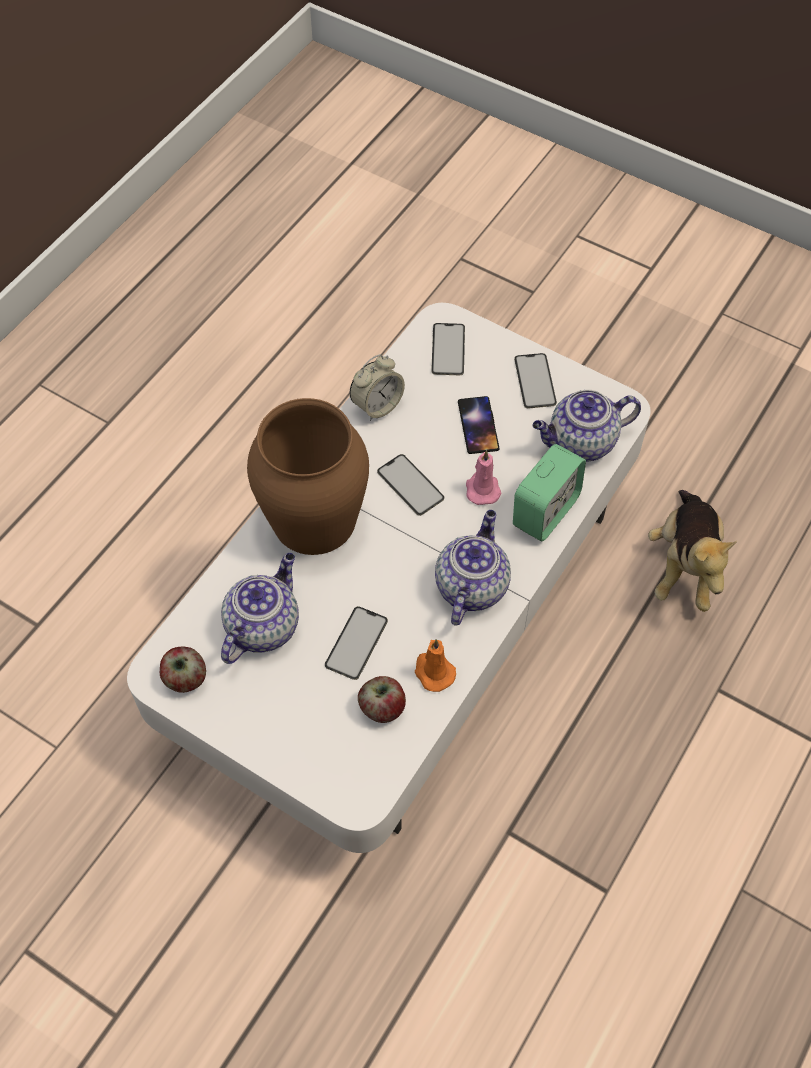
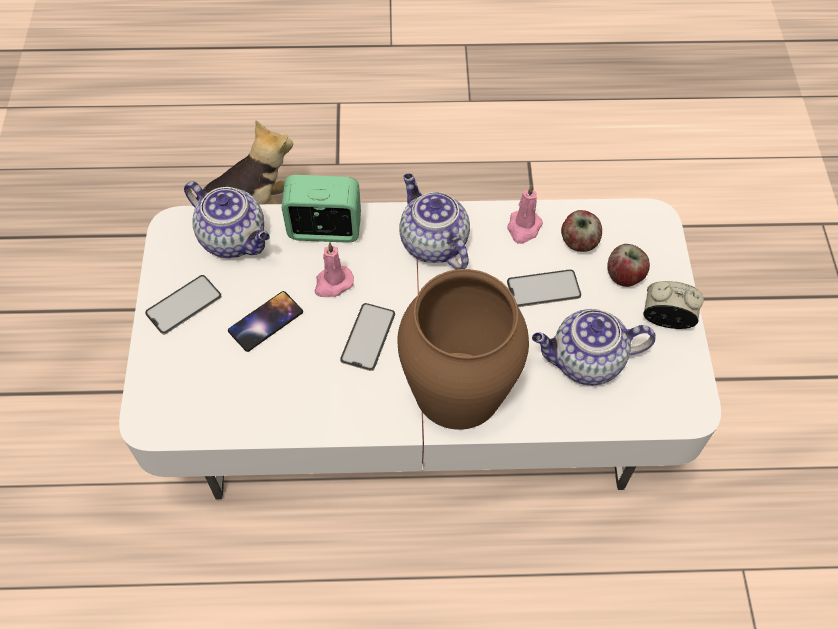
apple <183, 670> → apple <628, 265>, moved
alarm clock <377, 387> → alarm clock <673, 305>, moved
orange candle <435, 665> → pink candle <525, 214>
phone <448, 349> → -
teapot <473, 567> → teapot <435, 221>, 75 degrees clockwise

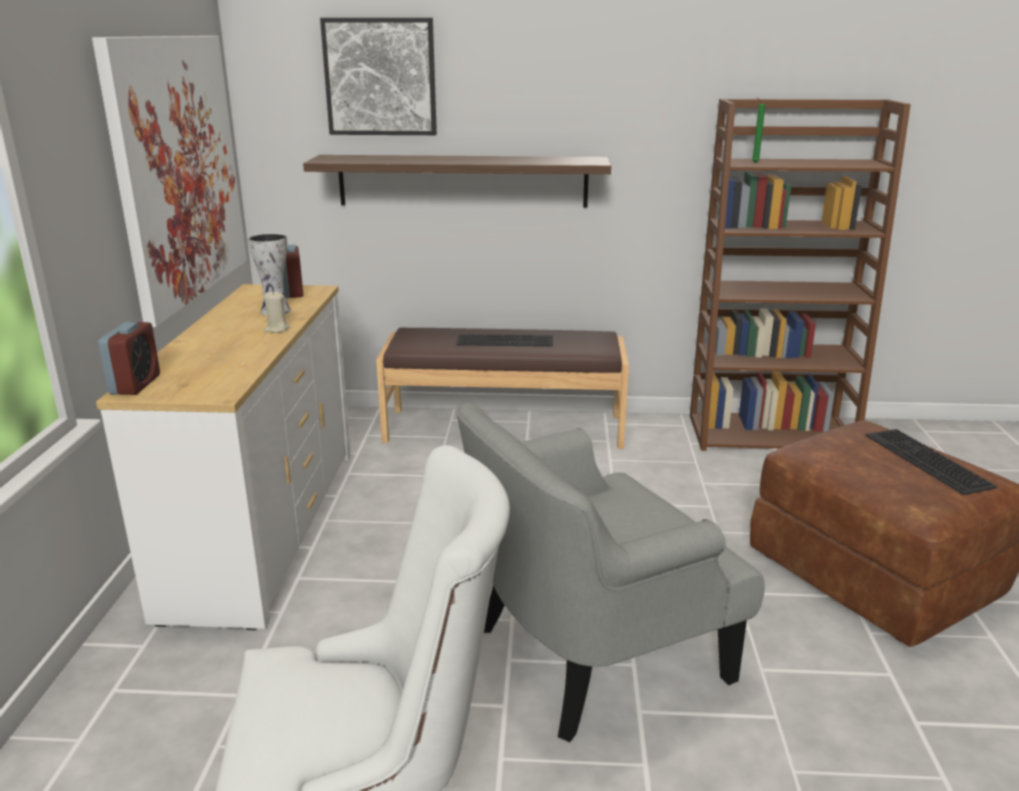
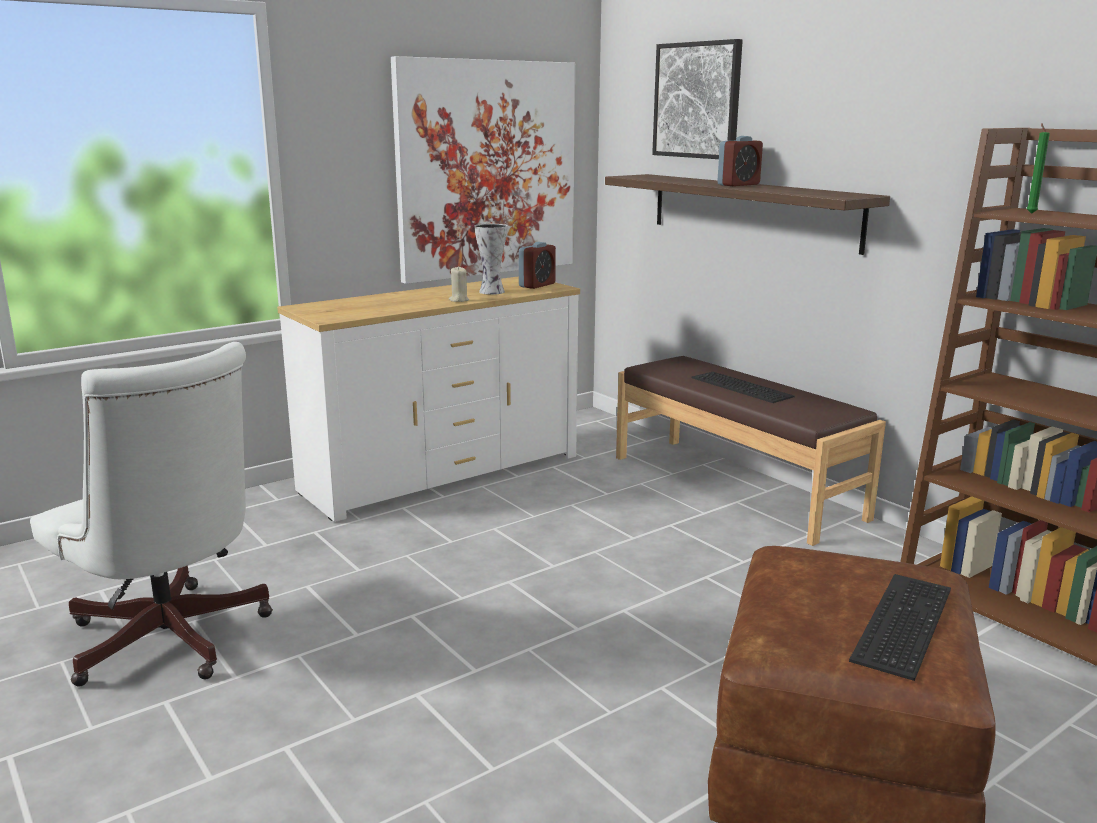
alarm clock <129, 358> → alarm clock <740, 161>, moved
grey armchair <610, 572> → -

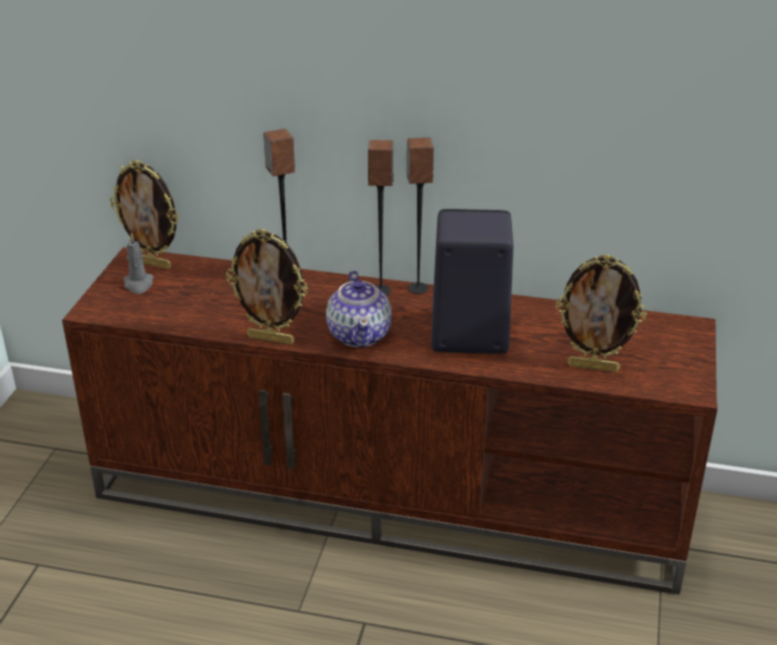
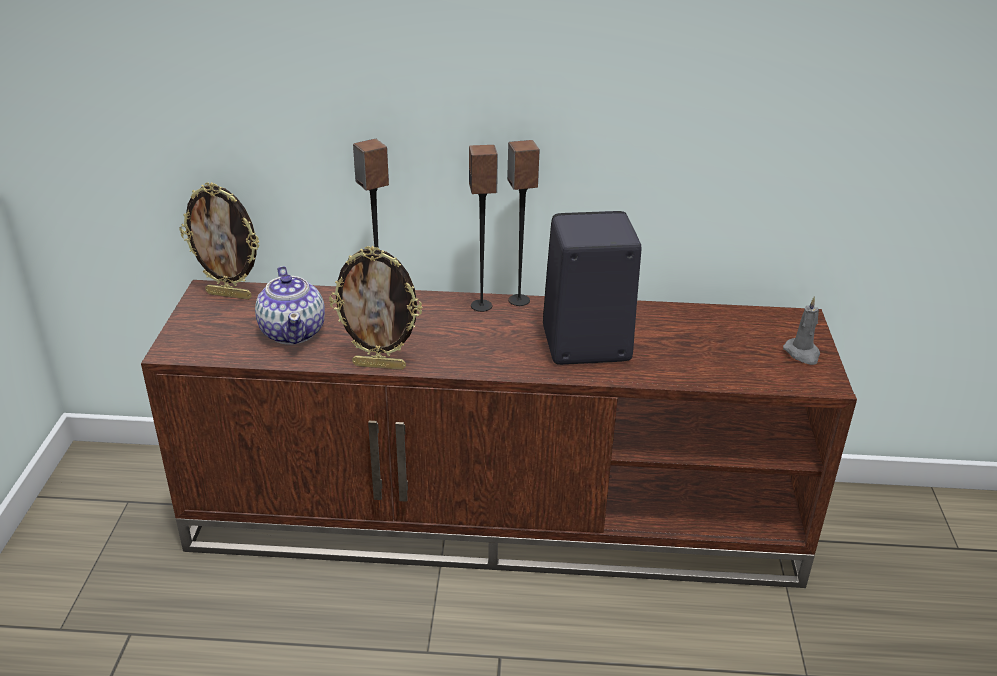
grey candle <138, 263> → grey candle <801, 330>, moved
teapot <359, 309> → teapot <290, 305>, moved
picture frame <601, 313> → -

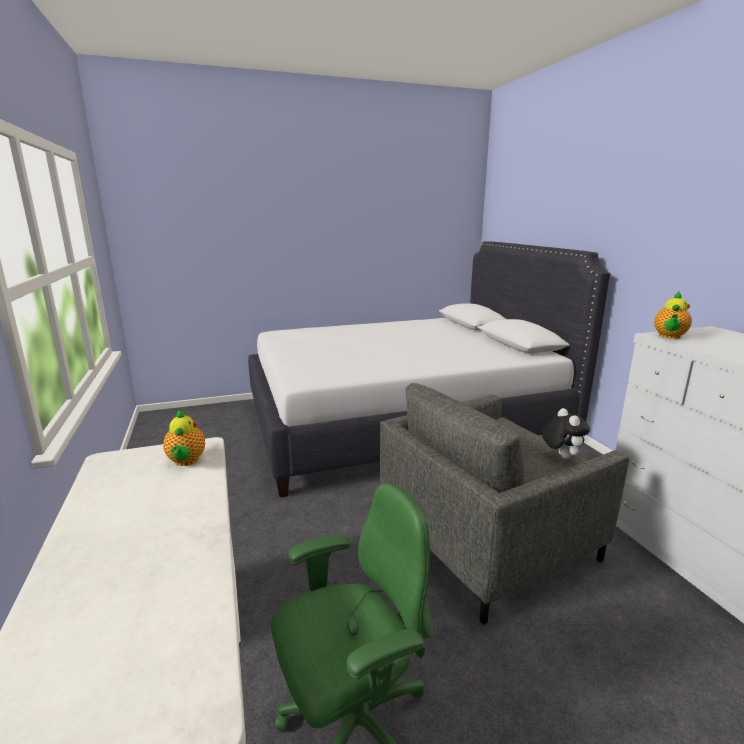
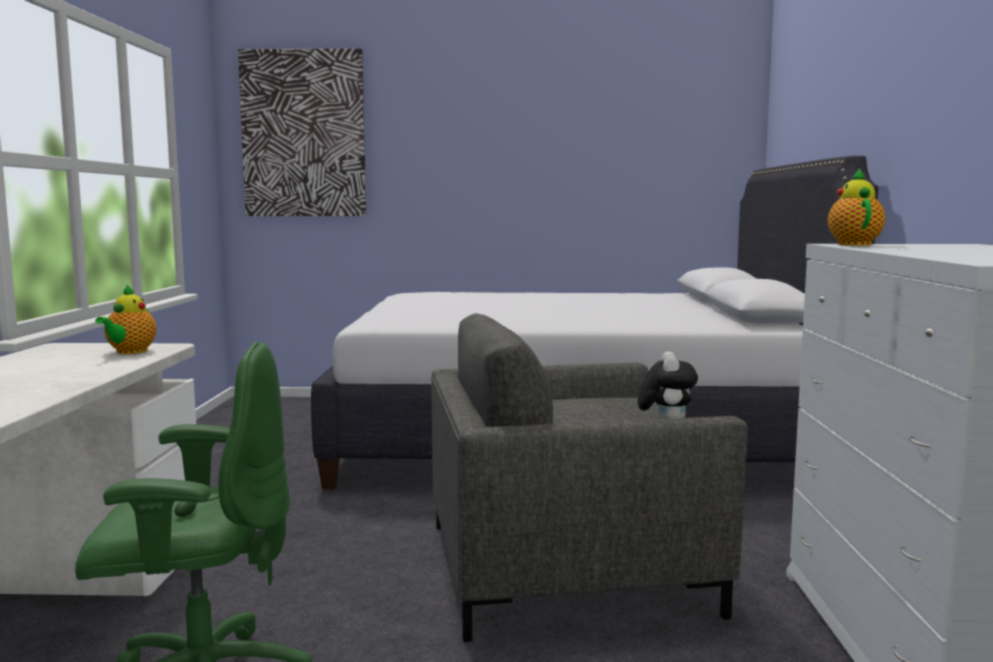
teapot <673, 315> → teapot <856, 207>, 135 degrees clockwise
- → picture <302, 132>

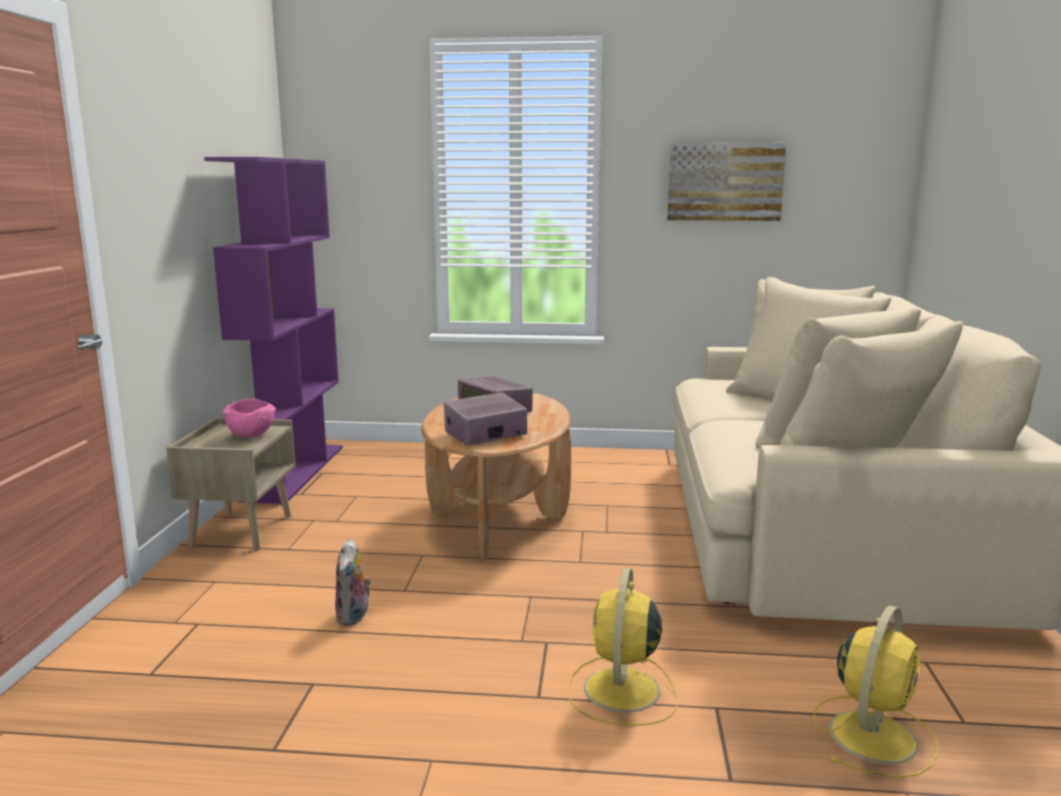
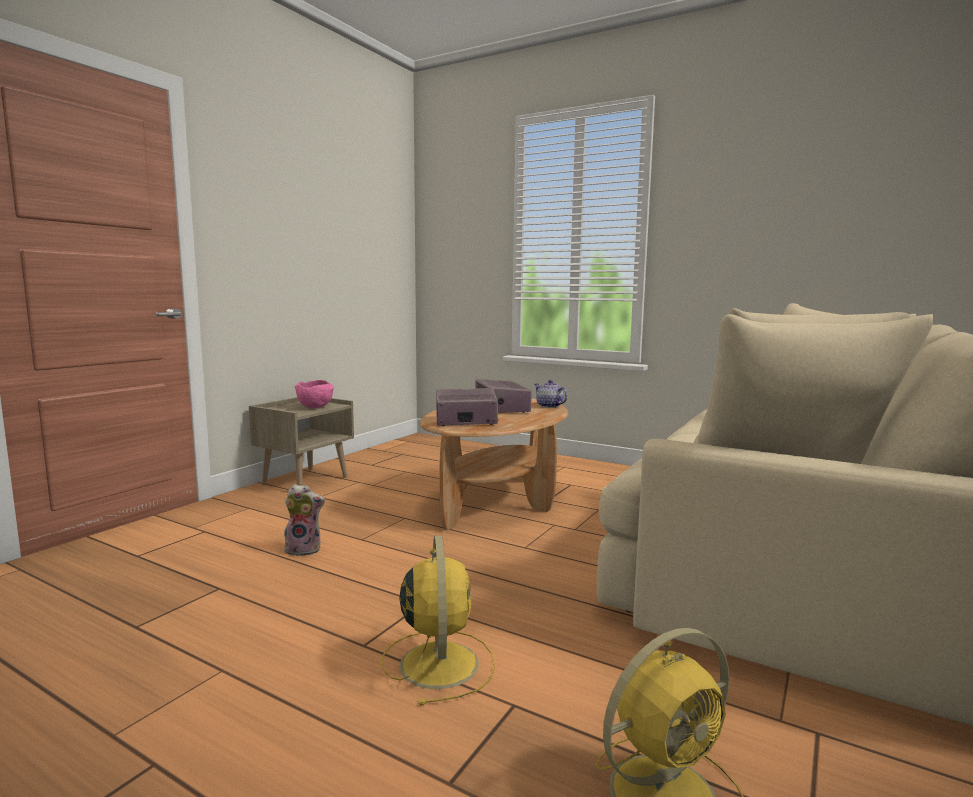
purple bookcase <273, 330> → -
plush toy <353, 582> → plush toy <304, 520>, 120 degrees counterclockwise
yellow fan <623, 647> → yellow fan <438, 621>, 135 degrees clockwise
picture <726, 181> → -
- → teapot <551, 394>

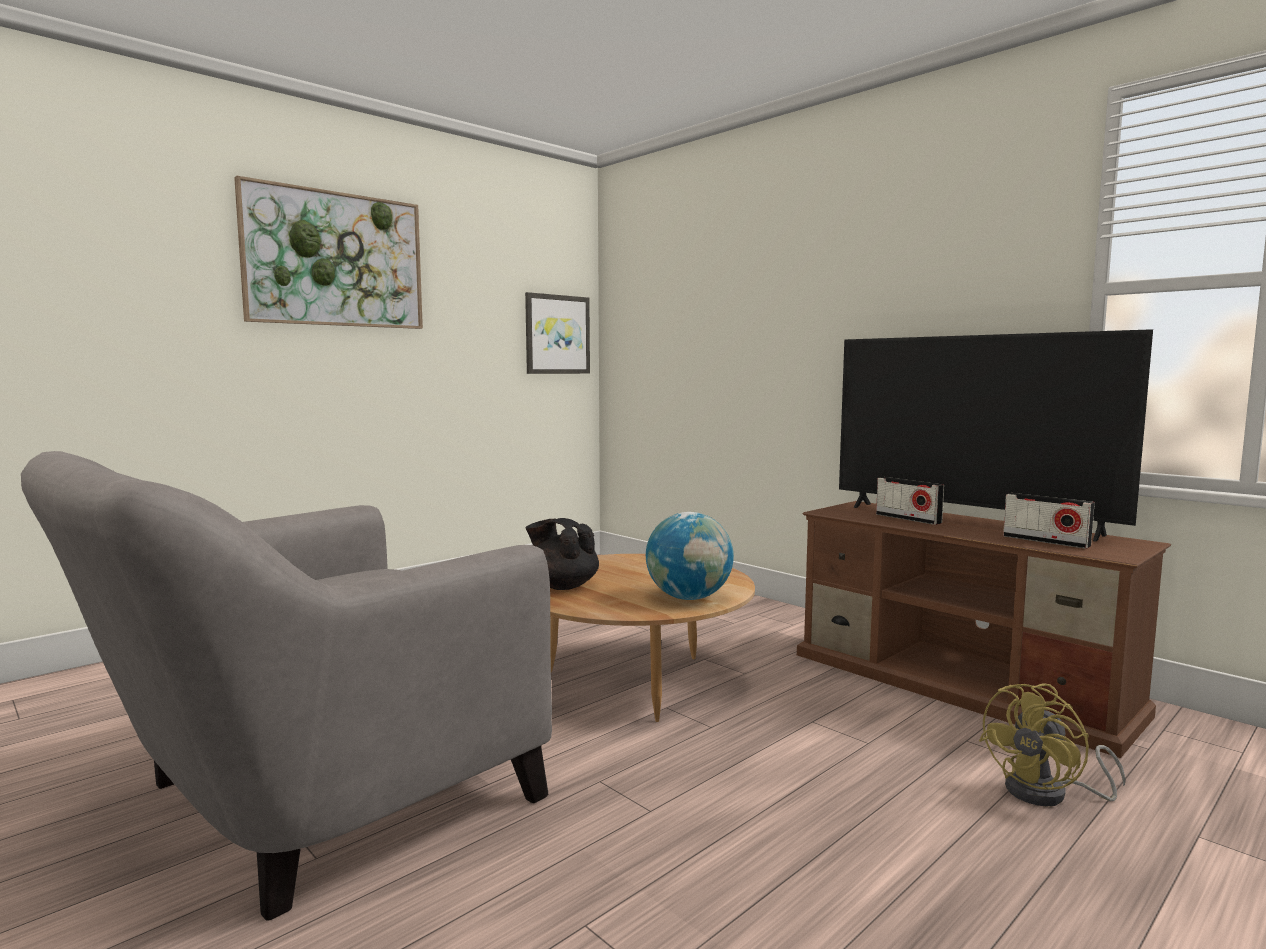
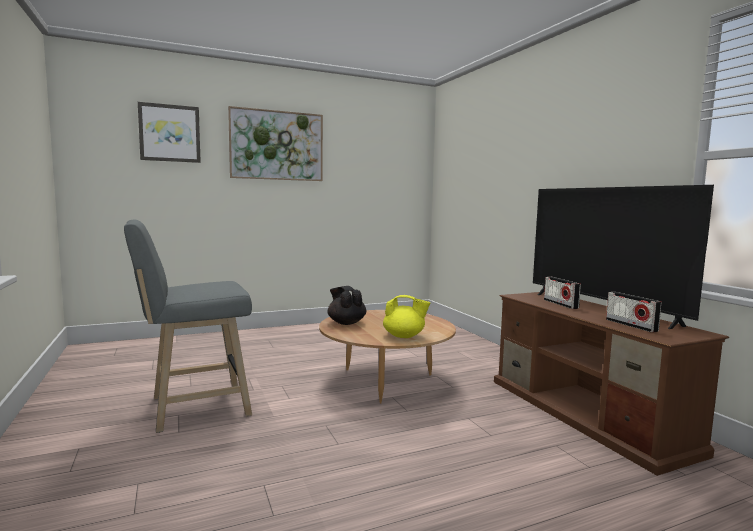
grey armchair <286, 686> → grey stool <188, 326>
picture <557, 333> → picture <169, 132>, moved
globe <690, 556> → yellow teapot <406, 316>
yellow fan <1052, 745> → -

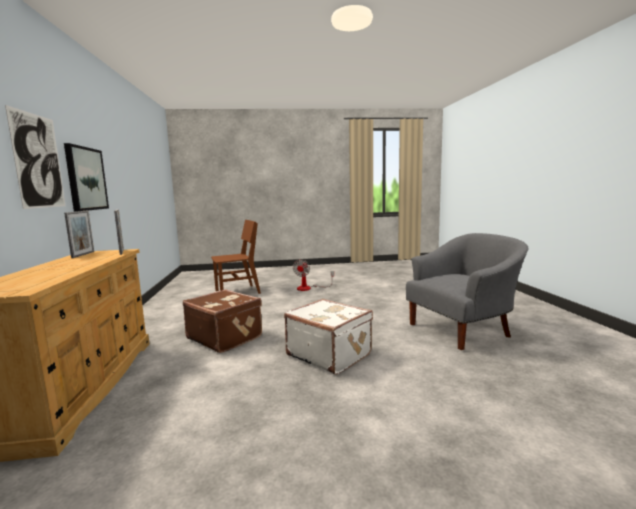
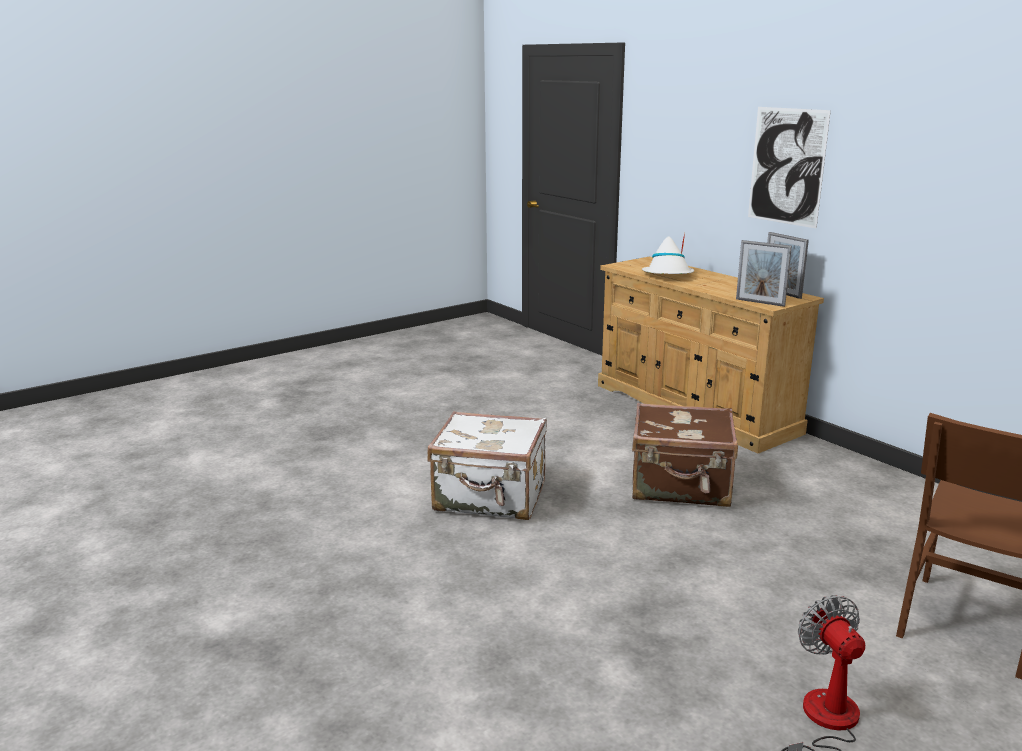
picture <86, 177> → -
grey armchair <467, 291> → -
- → white hat <668, 253>

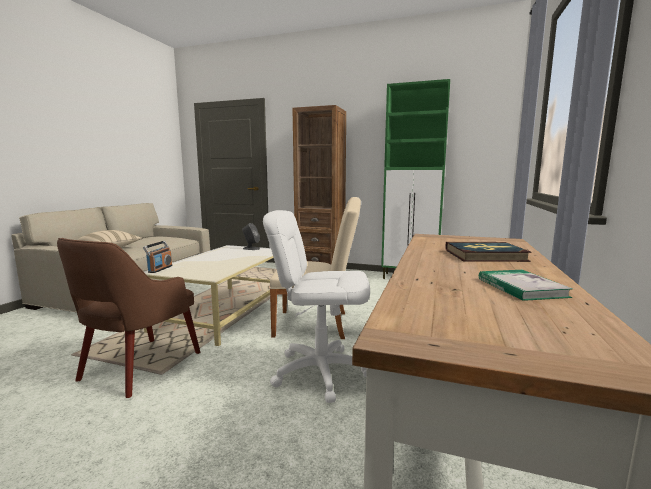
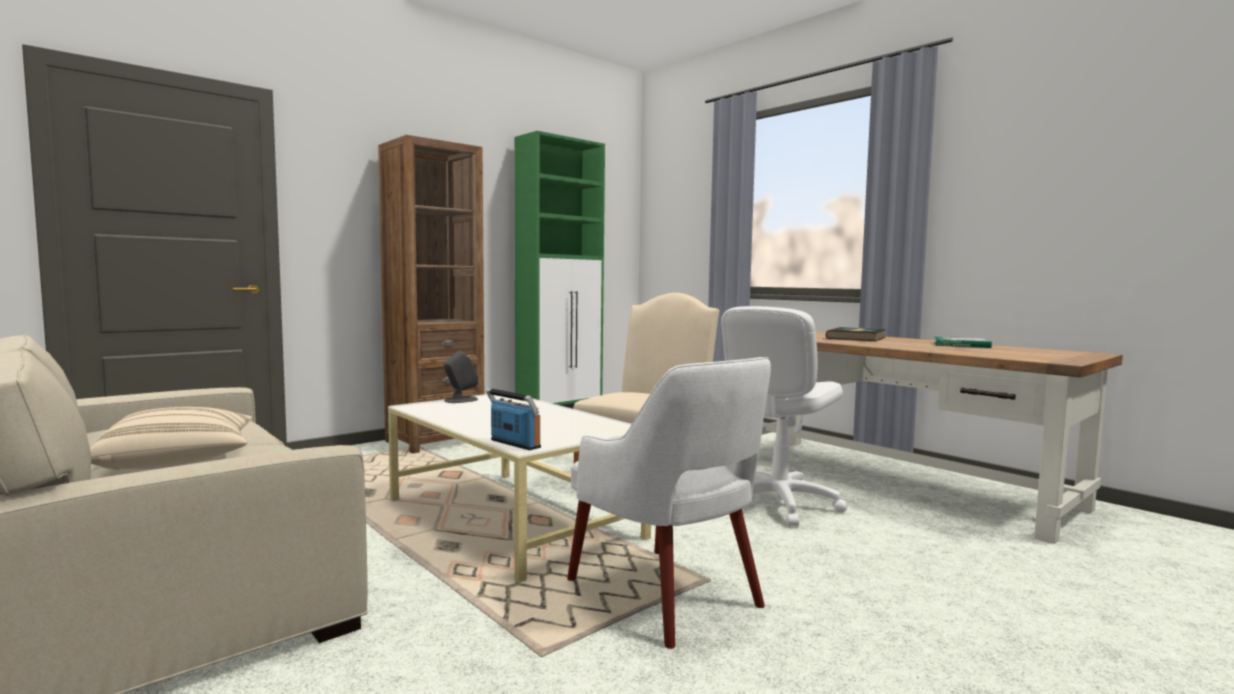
brown armchair <128, 318> → white armchair <669, 503>

